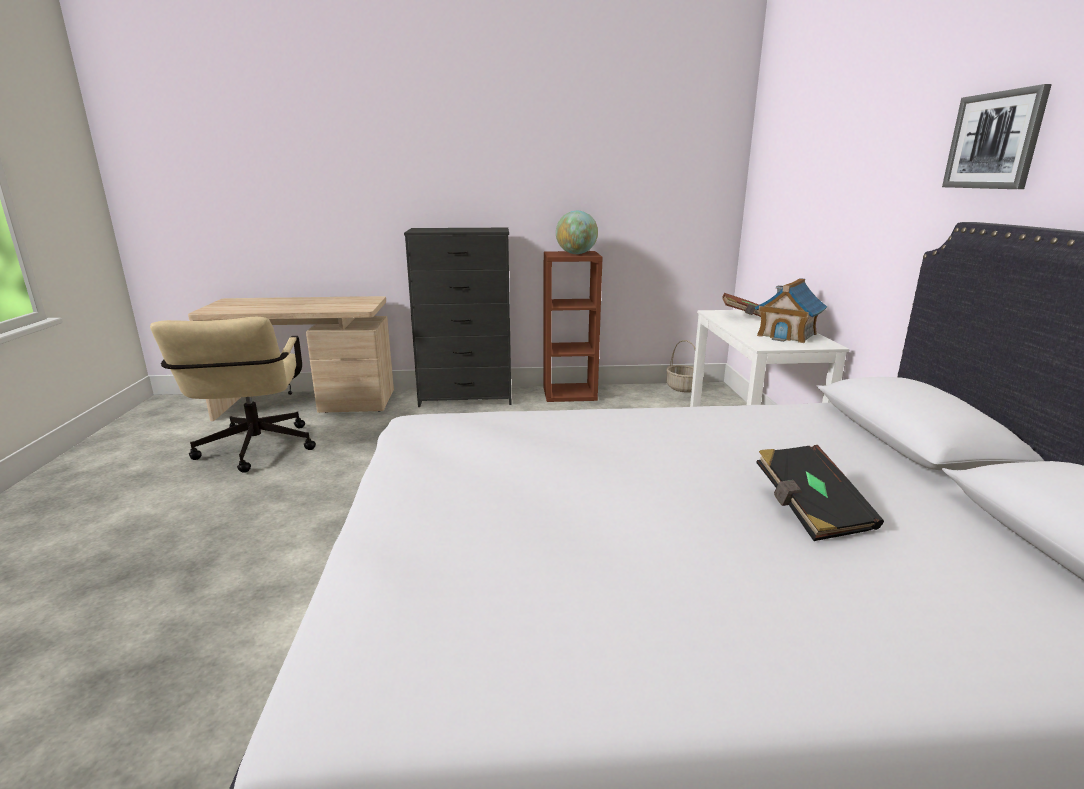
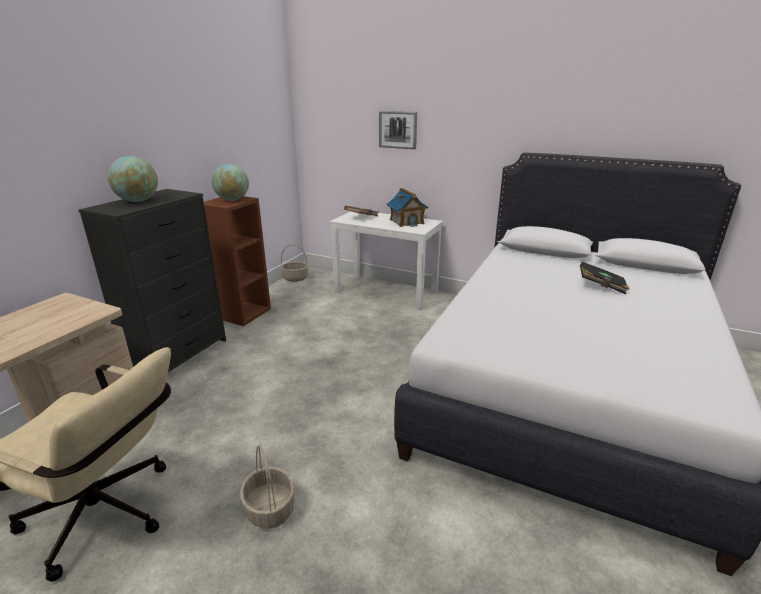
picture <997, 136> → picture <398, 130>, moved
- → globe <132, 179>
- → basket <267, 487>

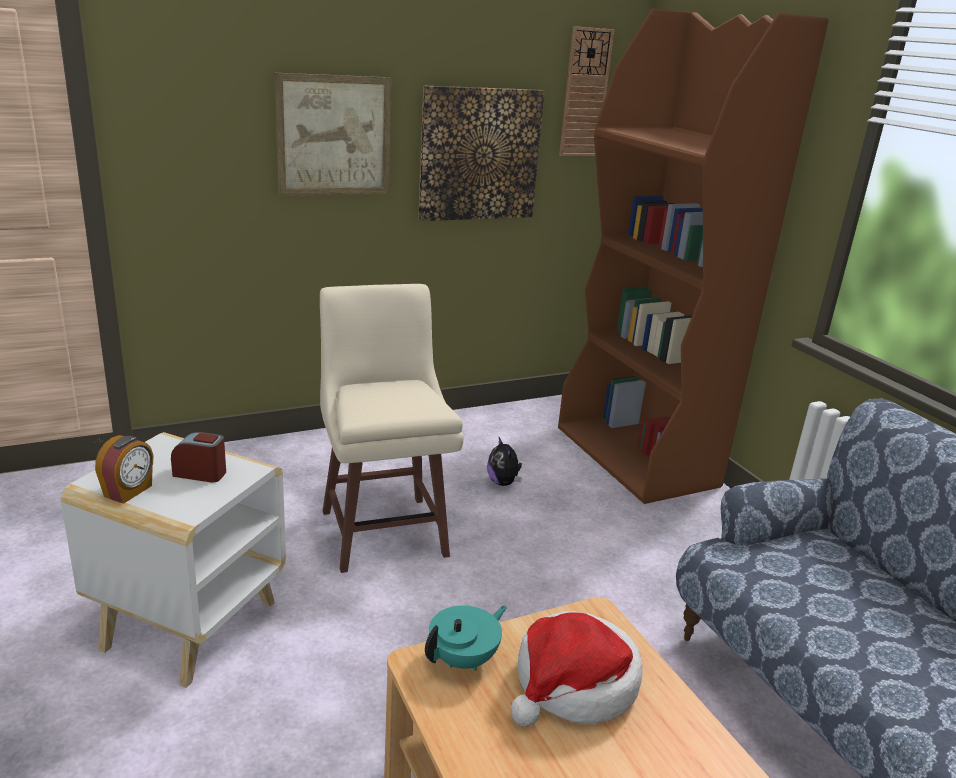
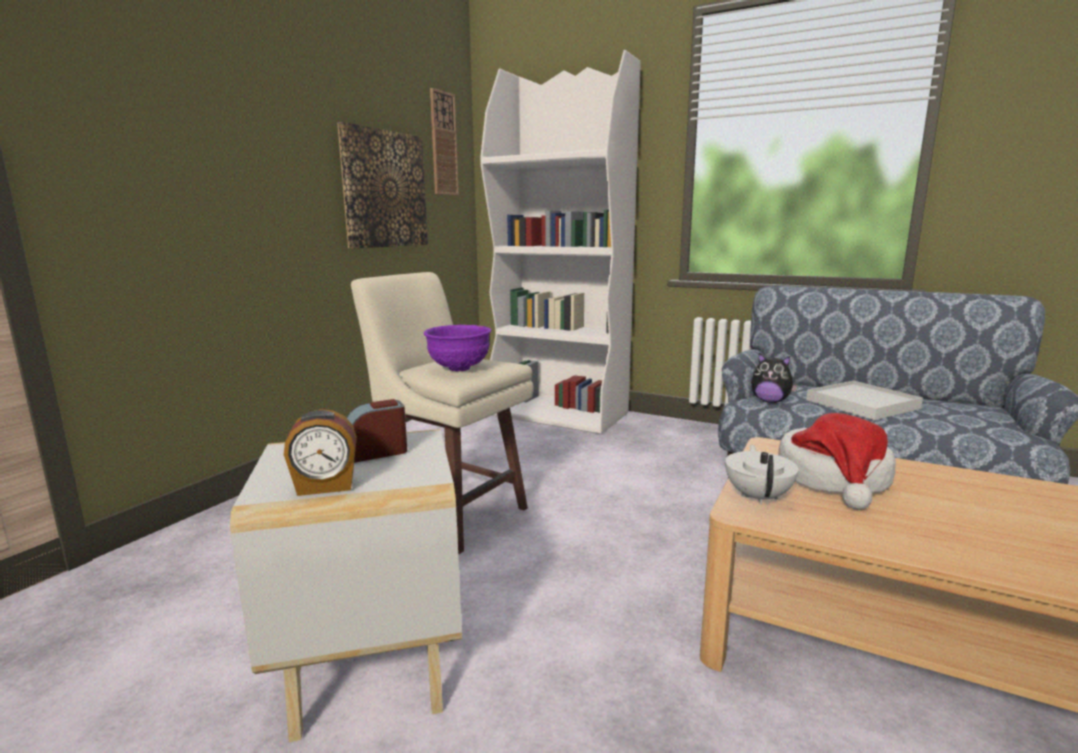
alarm clock <124, 469> → alarm clock <320, 452>, 90 degrees clockwise
picture <332, 134> → -
turquoise teapot <466, 638> → white teapot <762, 475>
plush toy <504, 461> → plush toy <774, 378>, moved
brown bookcase <693, 256> → white bookcase <560, 242>
- → purple bowl <457, 348>
- → white tray <864, 400>

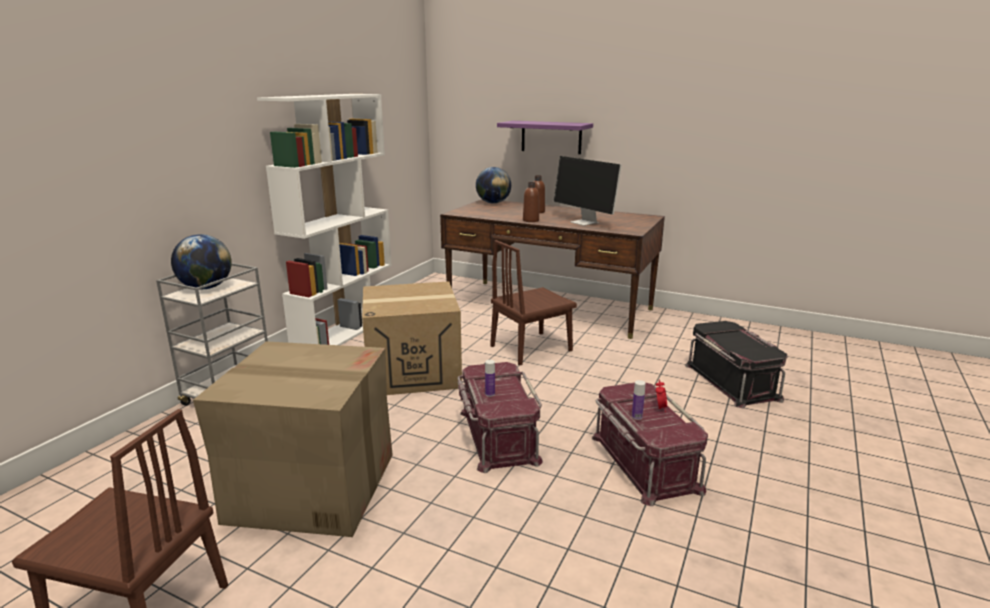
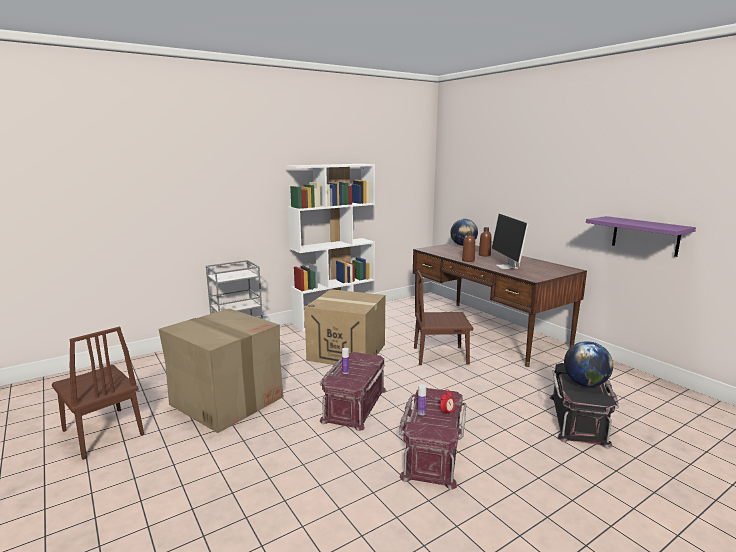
globe <201, 261> → globe <588, 364>, moved
purple shelf <545, 137> → purple shelf <641, 236>, moved

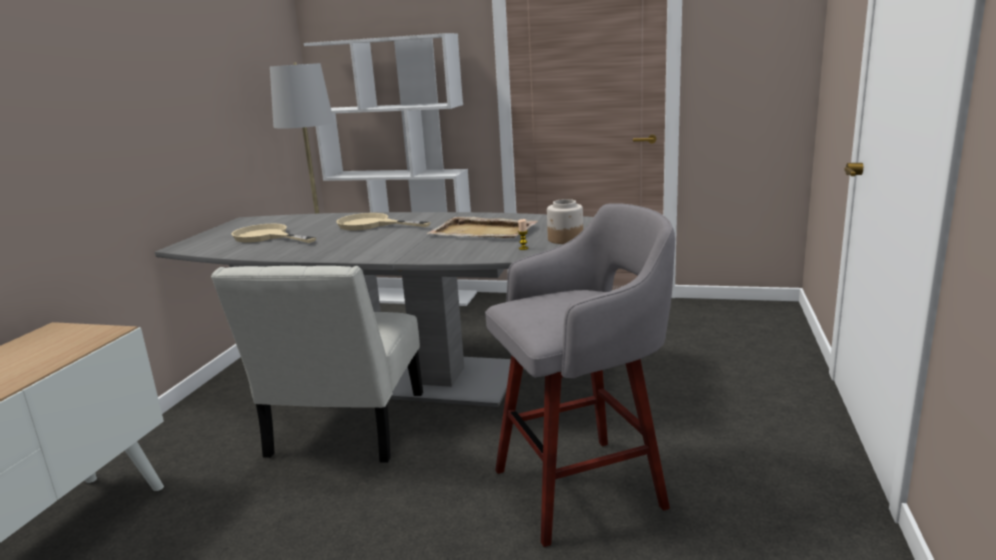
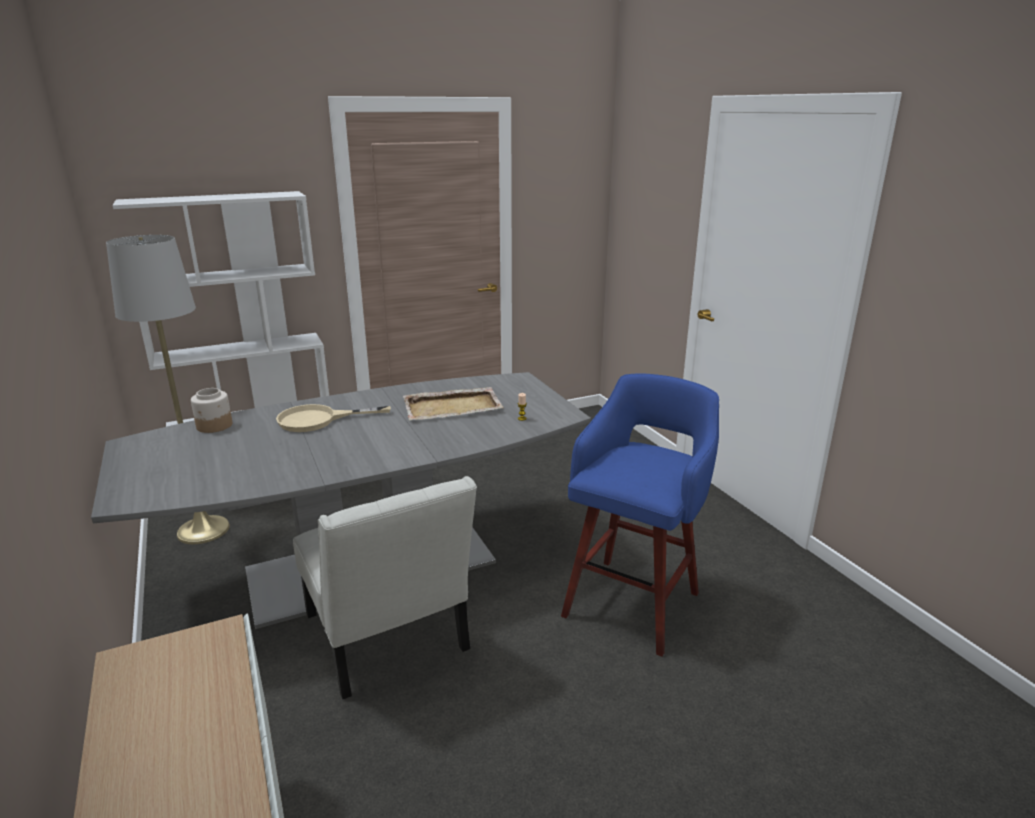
beige frying pan <273, 233> → -
grey stool <580, 375> → blue stool <640, 515>
jar <565, 221> → jar <211, 410>, moved

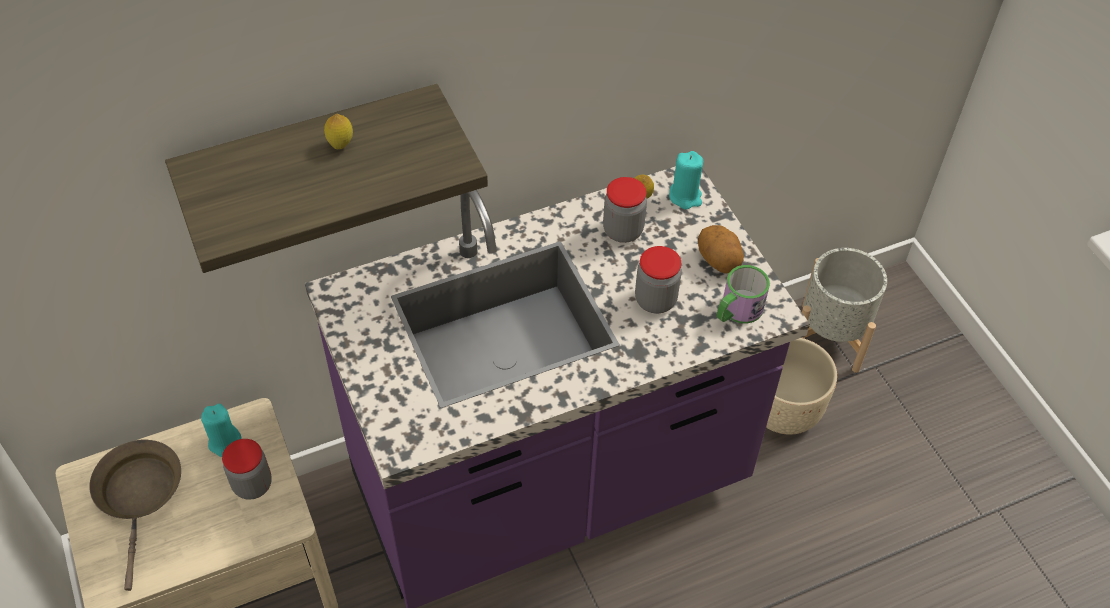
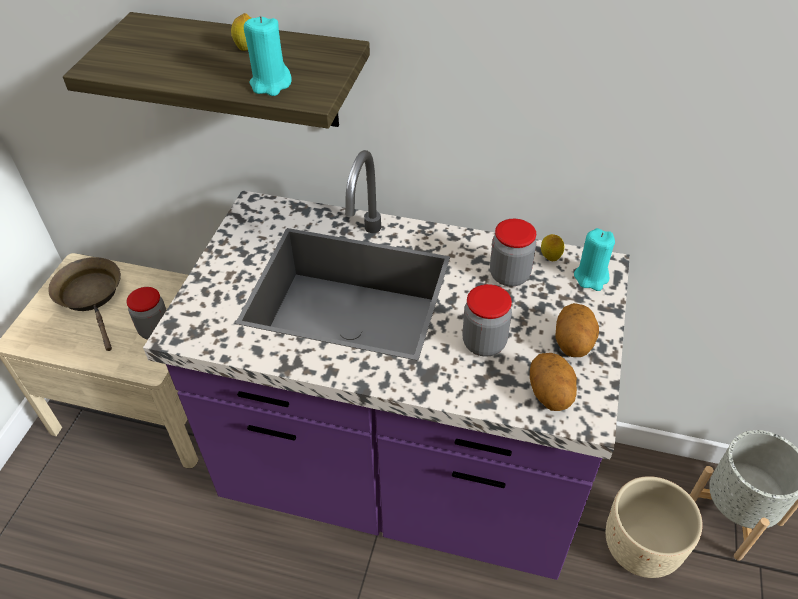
brown frying pan <135, 515> → brown frying pan <84, 304>, 60 degrees counterclockwise
turquoise candle <221, 430> → turquoise candle <268, 56>, moved
mug <743, 294> → potato <553, 382>

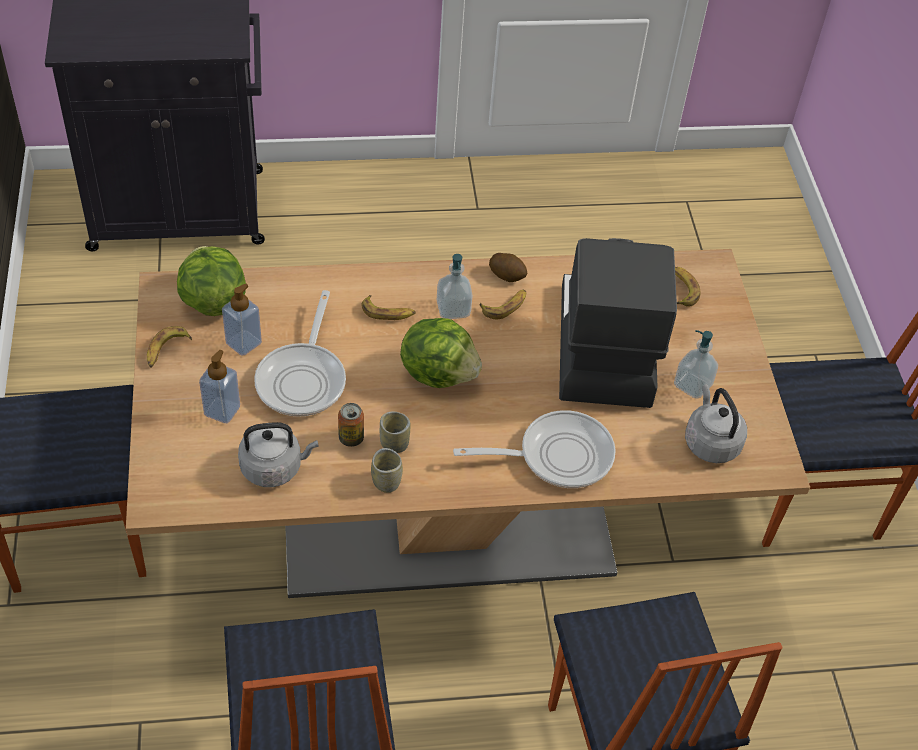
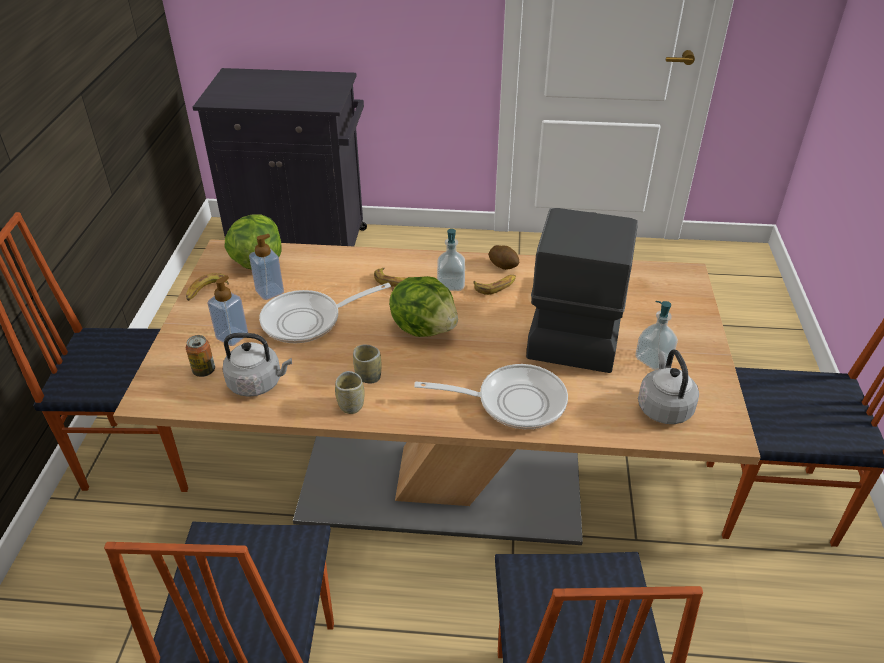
frying pan <300, 353> → frying pan <325, 313>, 45 degrees clockwise
can <351, 425> → can <200, 356>, moved
banana <688, 287> → -

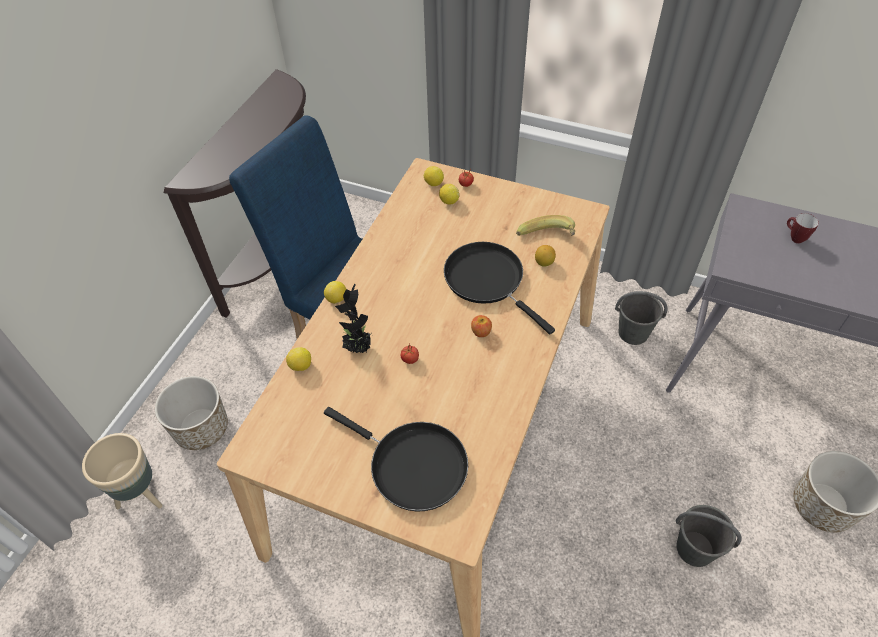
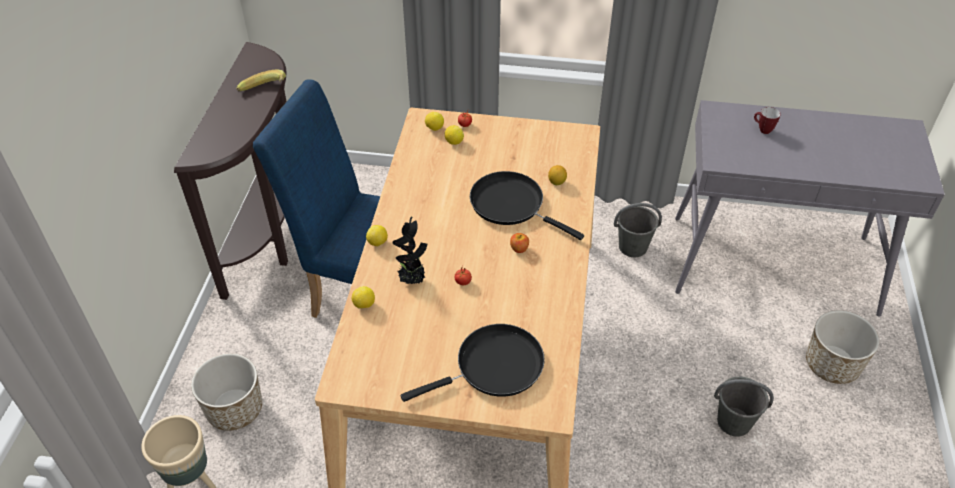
black frying pan <396, 459> → black frying pan <472, 363>, 45 degrees counterclockwise
banana <545, 225> → banana <261, 80>, moved

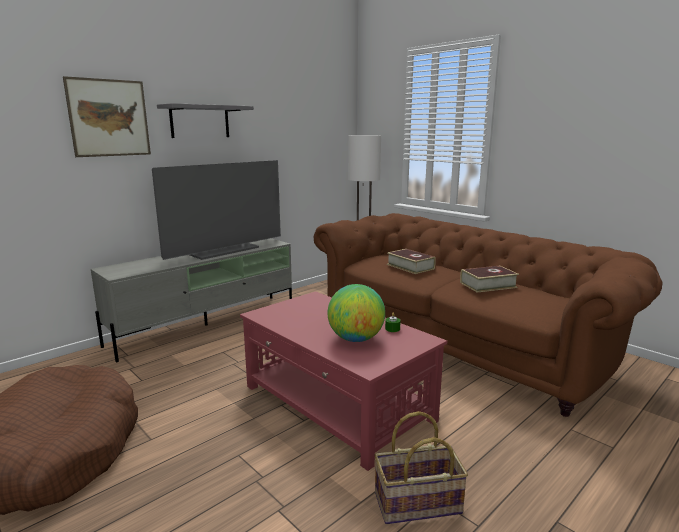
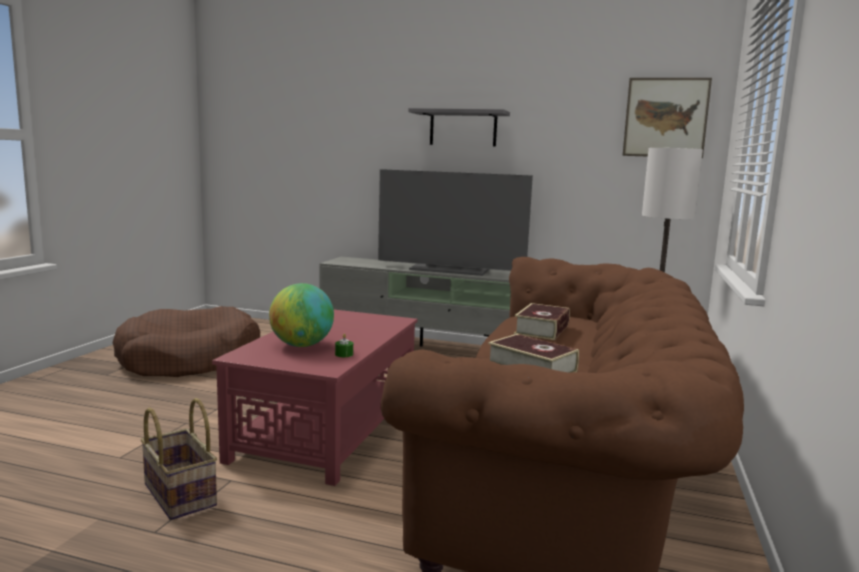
picture <107, 116> → picture <667, 118>, moved

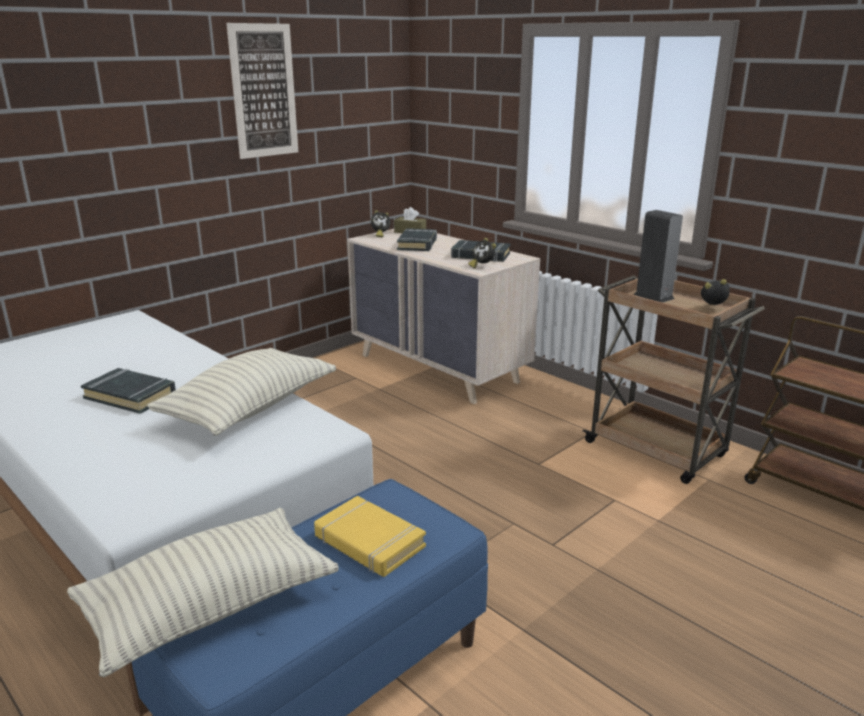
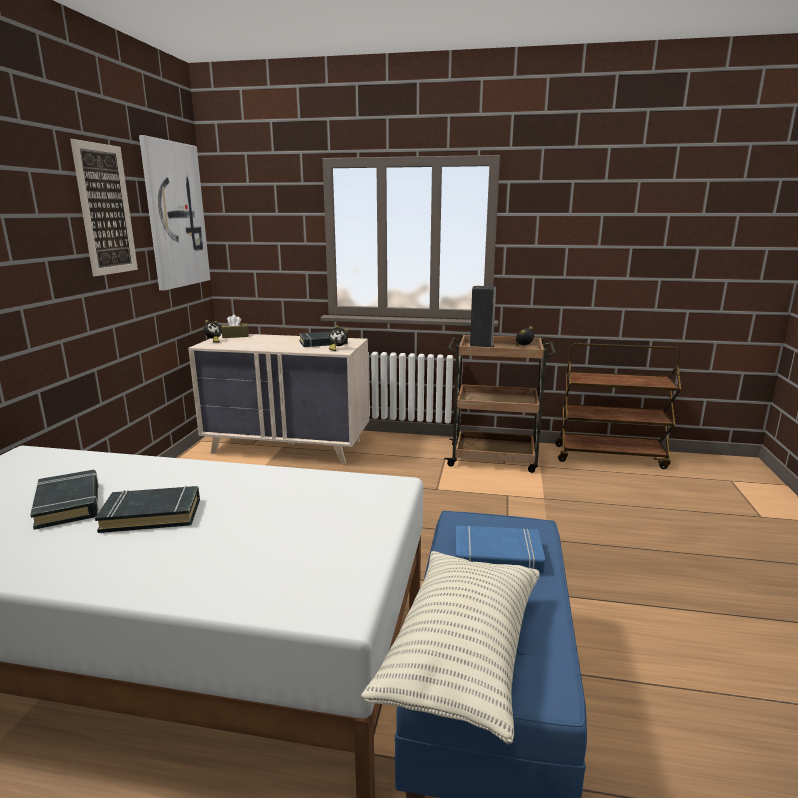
pillow <241, 392> → -
yellow book <370, 536> → blue book <500, 549>
black book <417, 239> → black book <64, 500>, moved
- → picture <174, 213>

